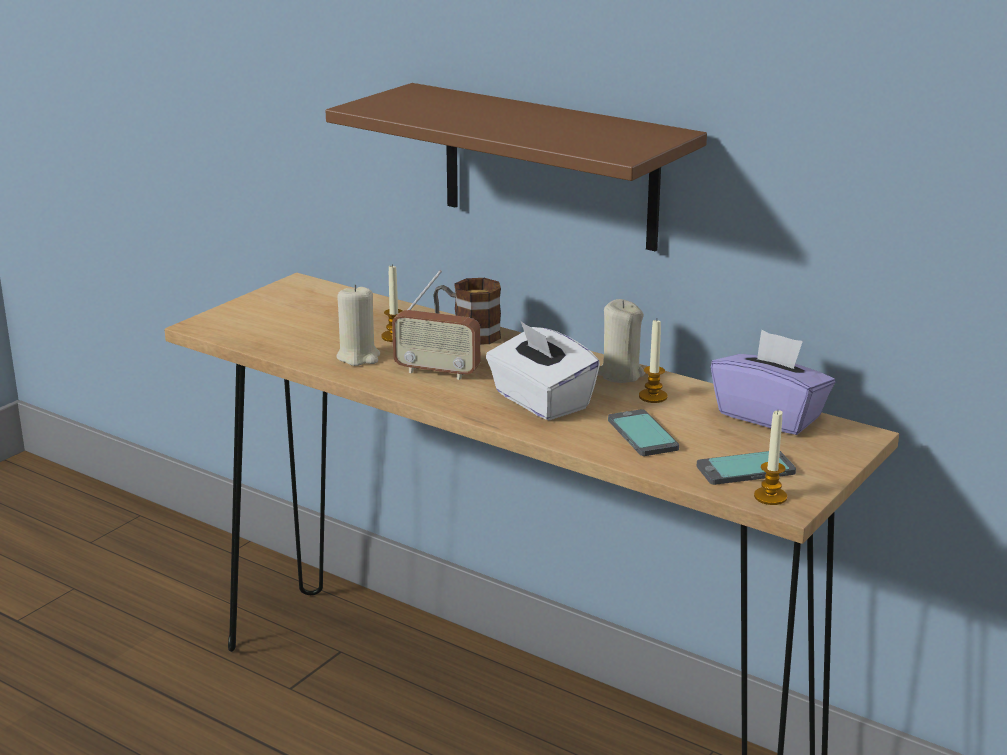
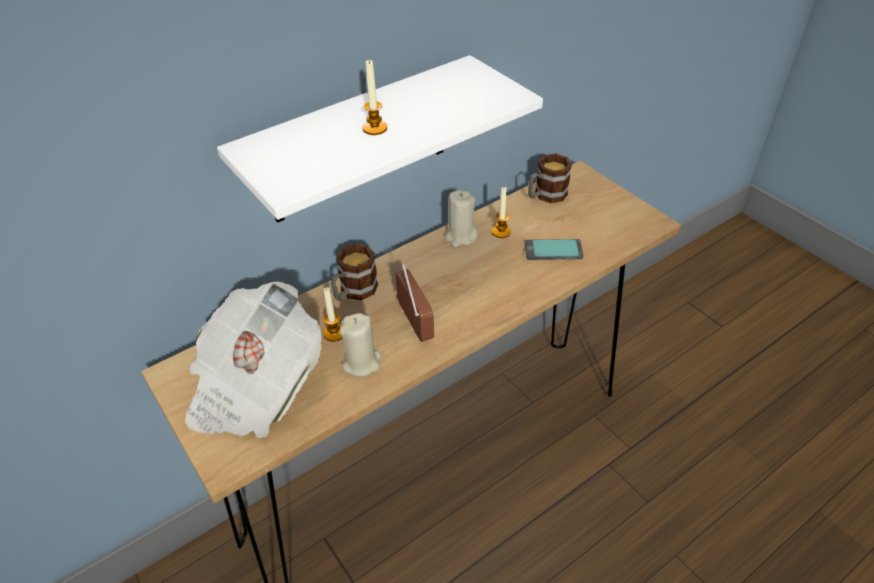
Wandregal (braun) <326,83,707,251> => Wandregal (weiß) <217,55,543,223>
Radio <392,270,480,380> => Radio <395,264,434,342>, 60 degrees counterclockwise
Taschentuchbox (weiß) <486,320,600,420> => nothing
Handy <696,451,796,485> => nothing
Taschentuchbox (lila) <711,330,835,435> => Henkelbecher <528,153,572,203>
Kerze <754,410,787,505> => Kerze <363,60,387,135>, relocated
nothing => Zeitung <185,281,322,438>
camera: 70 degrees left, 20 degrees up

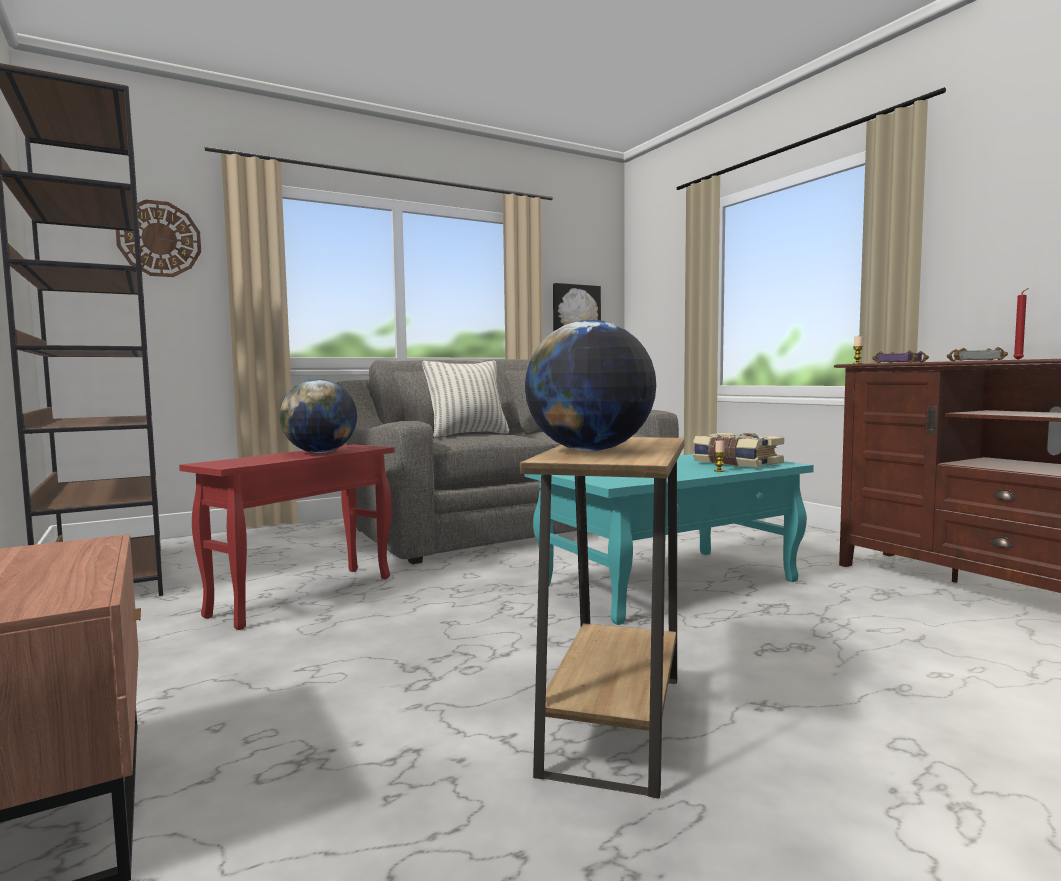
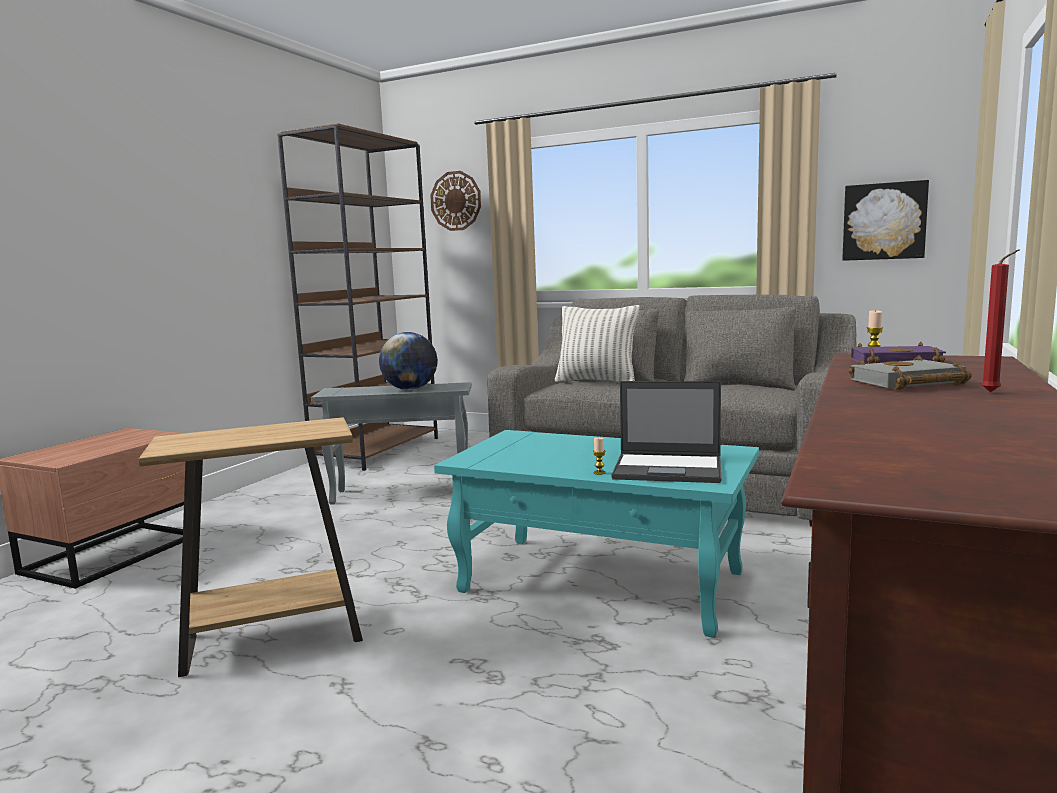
Beistelltisch (rot) <179,444,395,630> => Beistelltisch (grau) <311,382,472,505>
Globus <525,320,656,451> => nothing
Buch <693,433,784,467> => Laptop <611,381,721,483>
camera: 55 degrees right, 5 degrees up

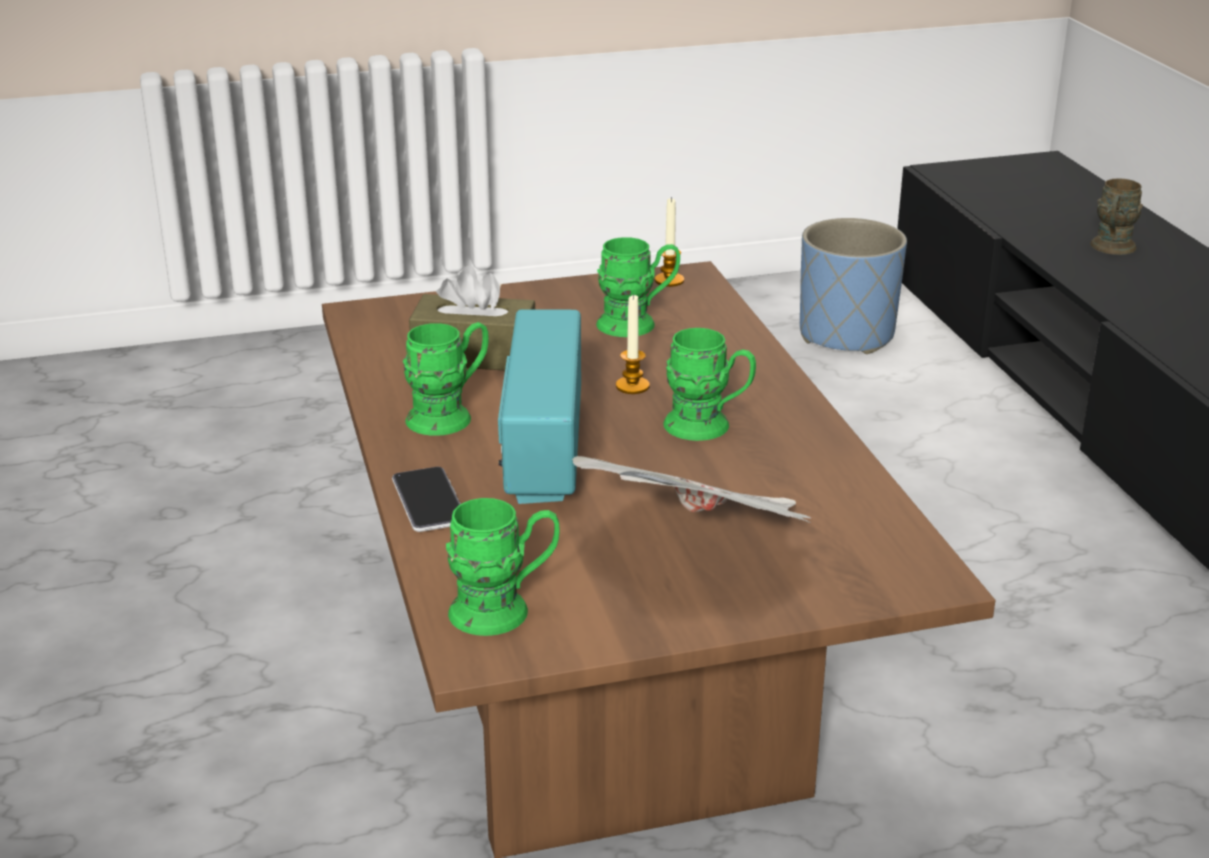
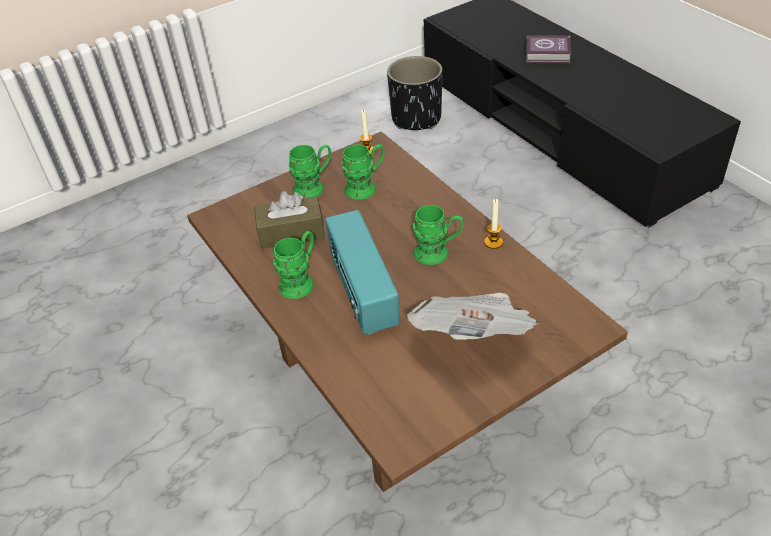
Handy <392,467,461,532> => nothing
Henkelbecher (grün) <446,498,560,636> => Henkelbecher (grün) <288,145,331,198>, relocated
Kerze <616,294,650,394> => Kerze <484,199,503,249>, relocated
Pflanzkübel (blau) <800,218,907,354> => Pflanzkübel (schwarz) <387,56,442,130>
Henkelbecher (braun) <1090,178,1143,255> => Buch <526,35,572,64>
camera: 15 degrees left, 15 degrees up

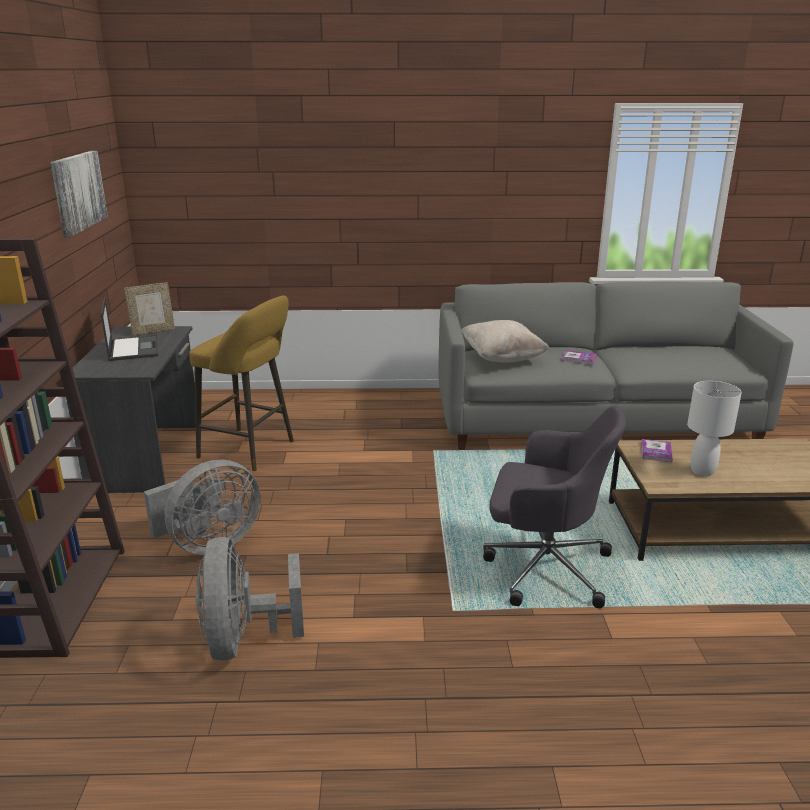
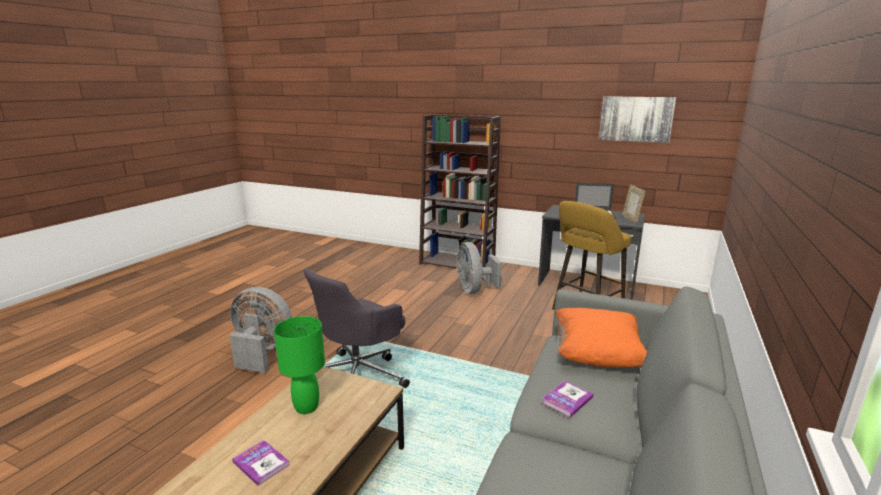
Ventilator (grau) <195,537,304,660> => Ventilator (grau) <229,287,292,373>, relocated
Kissen (beige) <461,320,549,363> => Kissen (orange) <556,308,647,367>
Buch <641,439,673,462> => Buch <232,440,290,486>, relocated
Tischlampe (weiß) <687,381,742,476> => Tischlampe (grün) <274,316,325,414>
camera: 115 degrees right, 5 degrees down

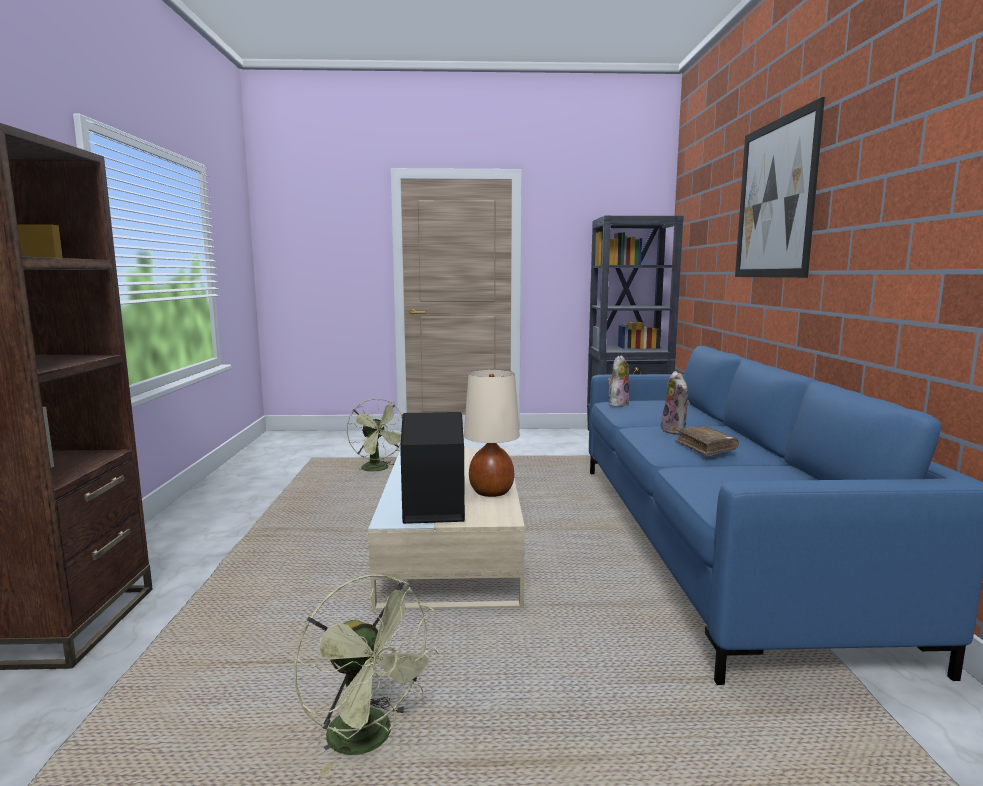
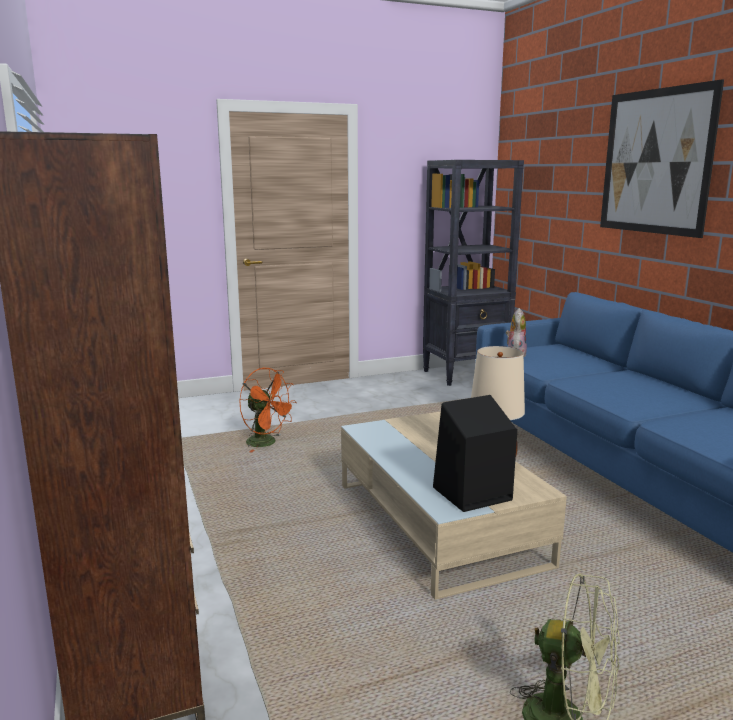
Ventilator (grün) <347,398,402,474> => Ventilator (orange) <239,368,297,452>
Plüschtier <661,371,690,435> => nothing
Buch (braun) <675,426,739,456> => nothing
camera: 20 degrees left, 5 degrees up

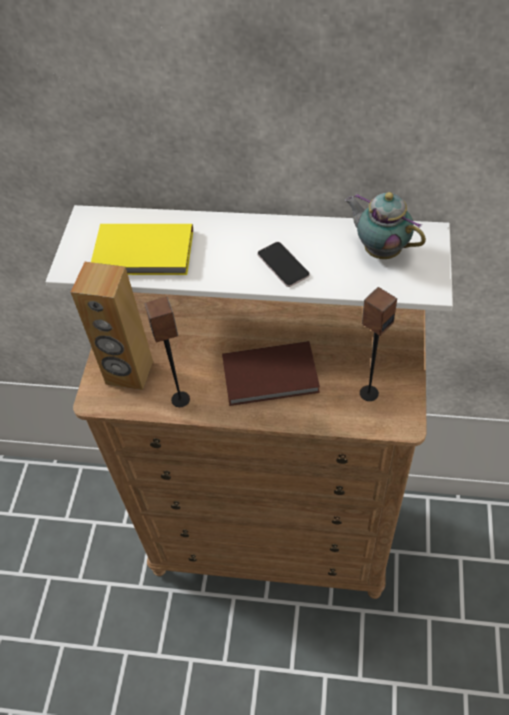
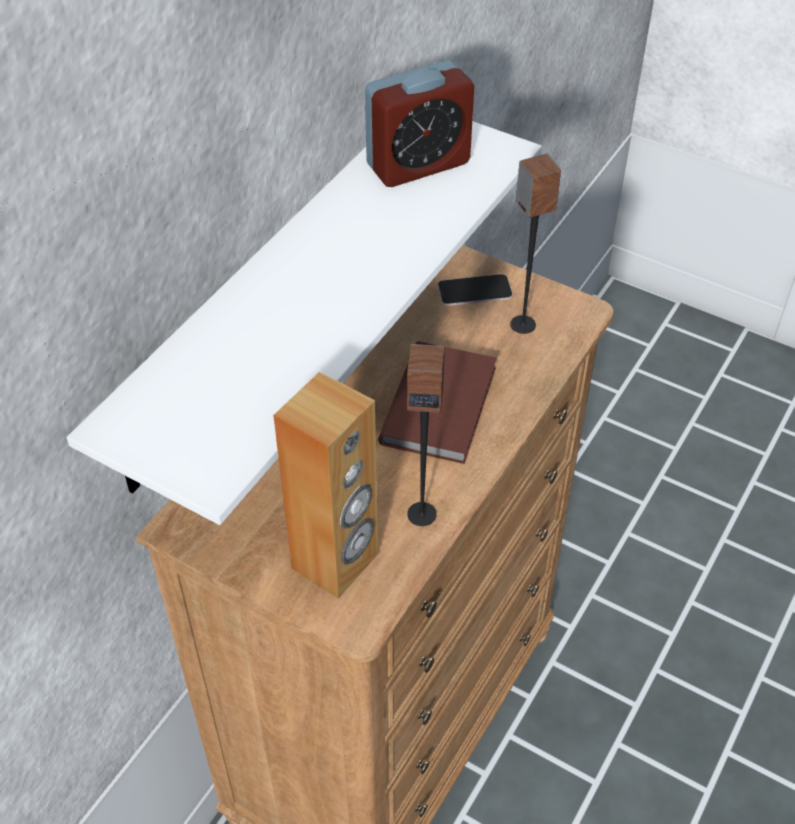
Buch (gelb) <91,224,193,275> => nothing
Handy <257,242,310,287> => Handy <437,274,513,306>, relocated
Teekanne <345,192,426,259> => Wecker <365,60,474,187>
camera: 70 degrees left, 5 degrees down

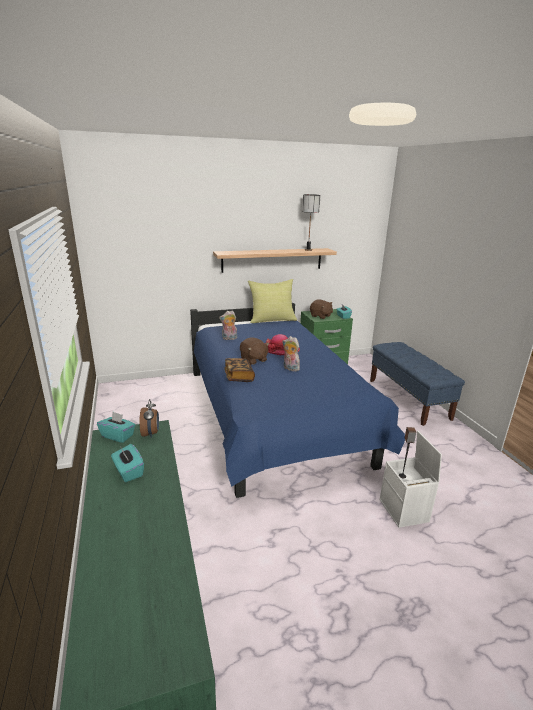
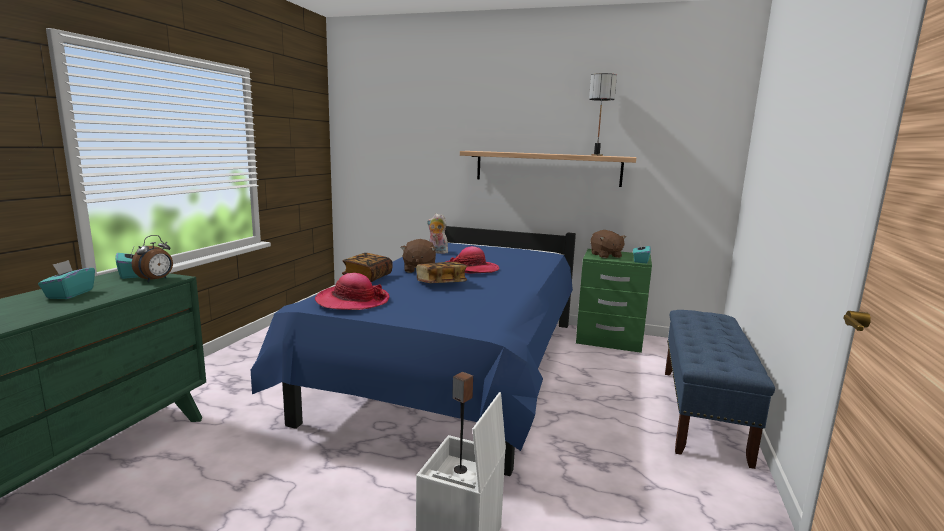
Kissen (gelb) <248,279,297,323> => nothing
Plüschtier <282,336,300,371> => Buch <416,262,467,283>
nothing => Hut <315,273,390,310>
camera: 35 degrees right, 10 degrees down

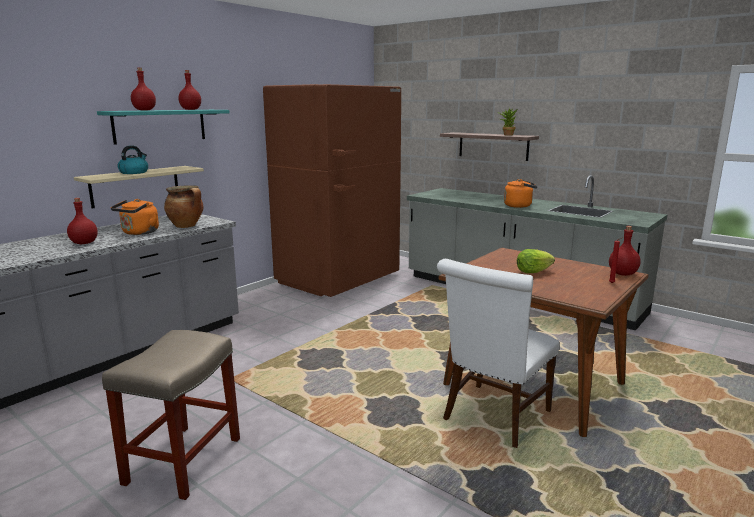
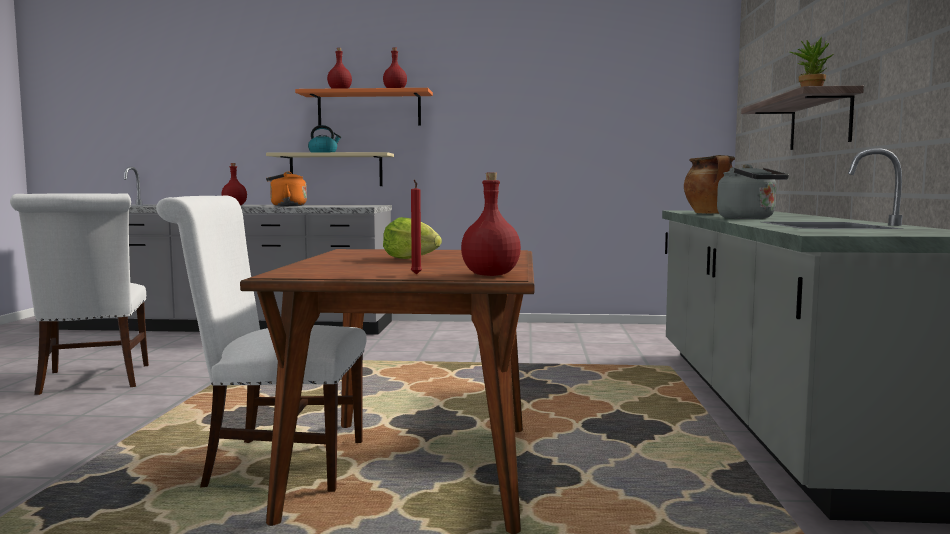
Wandregal (türkis) <97,110,230,145> => Wandregal (orange) <295,88,433,126>
Hocker (beige) <102,330,240,500> => Stuhl (weiß) <10,193,149,395>
Kochtopf <164,185,203,228> => Kochtopf <684,155,735,214>, relocated
Kühlschrank (braun) <263,84,401,297> => nothing
Wasserkessel (orange) <504,179,537,208> => Wasserkessel (grau) <717,164,789,219>
camera: 55 degrees right, 10 degrees down

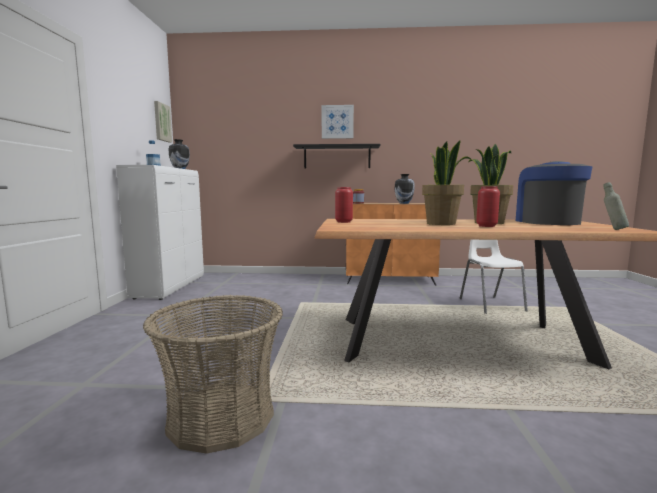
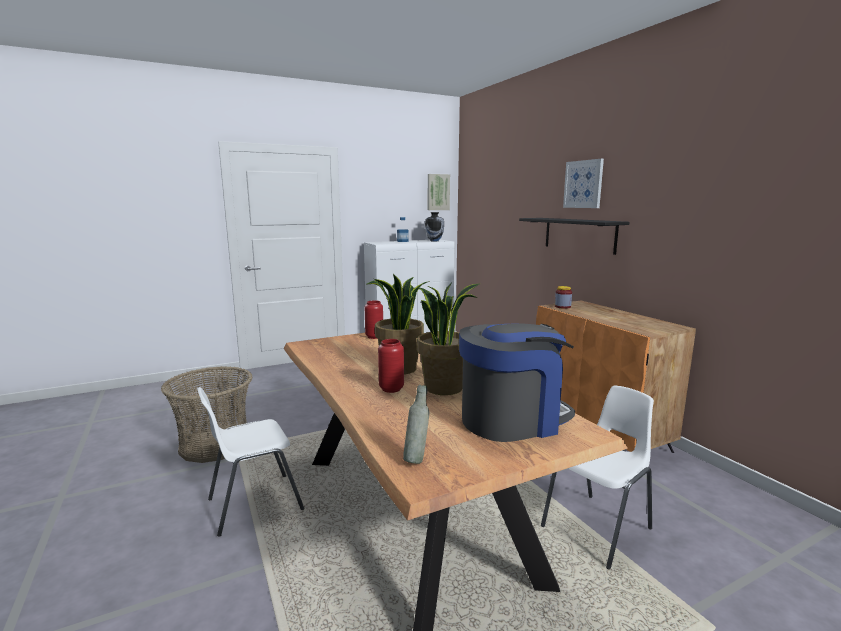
Vase <395,174,415,204> => nothing
nothing => Stuhl (weiß) <197,387,305,537>
camera: 60 degrees right, 5 degrees up

